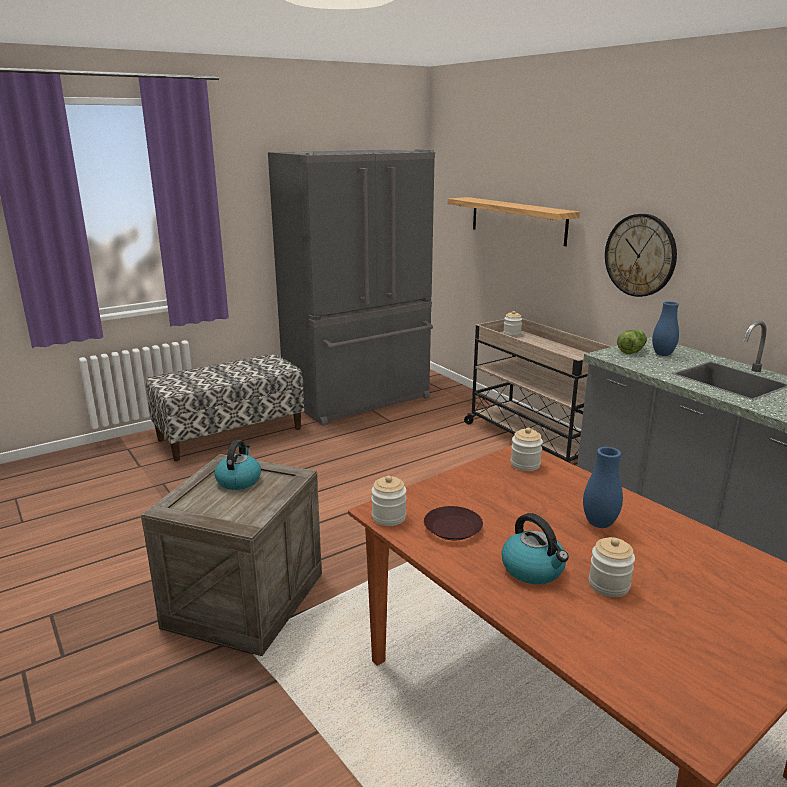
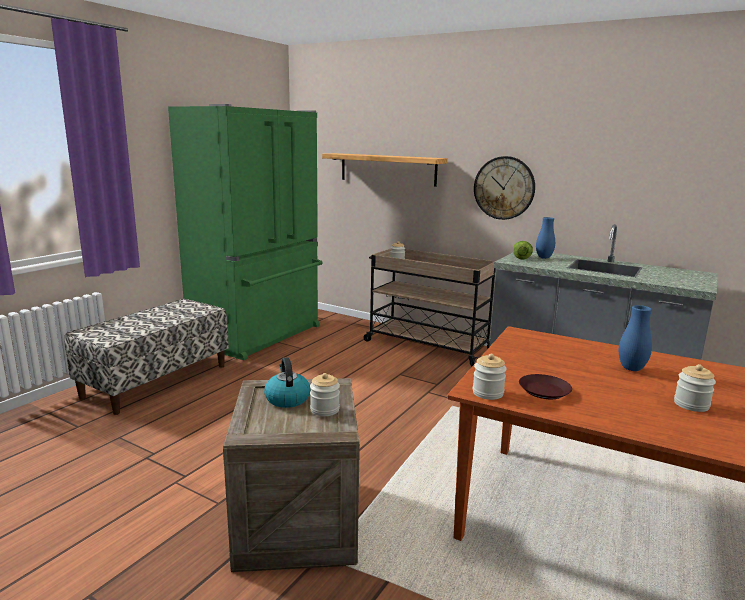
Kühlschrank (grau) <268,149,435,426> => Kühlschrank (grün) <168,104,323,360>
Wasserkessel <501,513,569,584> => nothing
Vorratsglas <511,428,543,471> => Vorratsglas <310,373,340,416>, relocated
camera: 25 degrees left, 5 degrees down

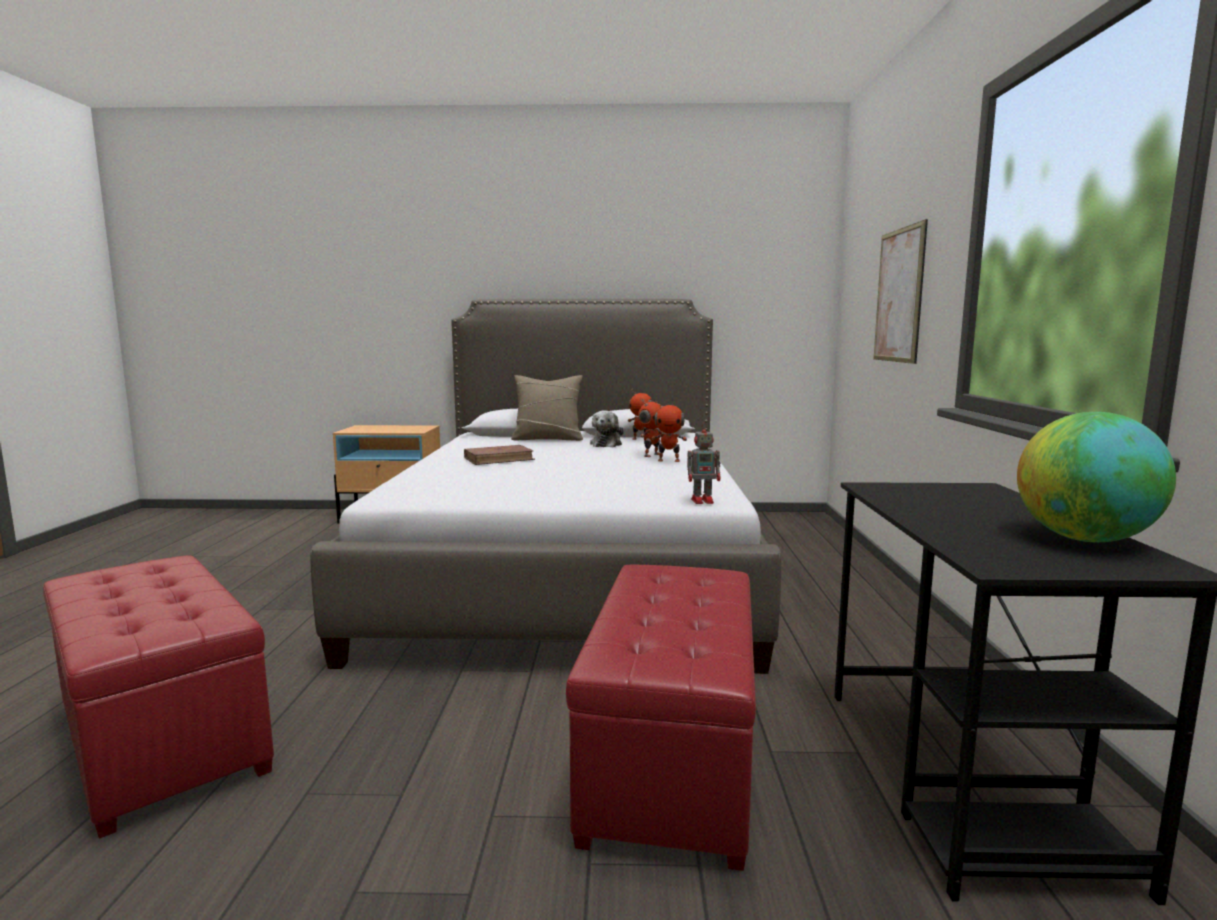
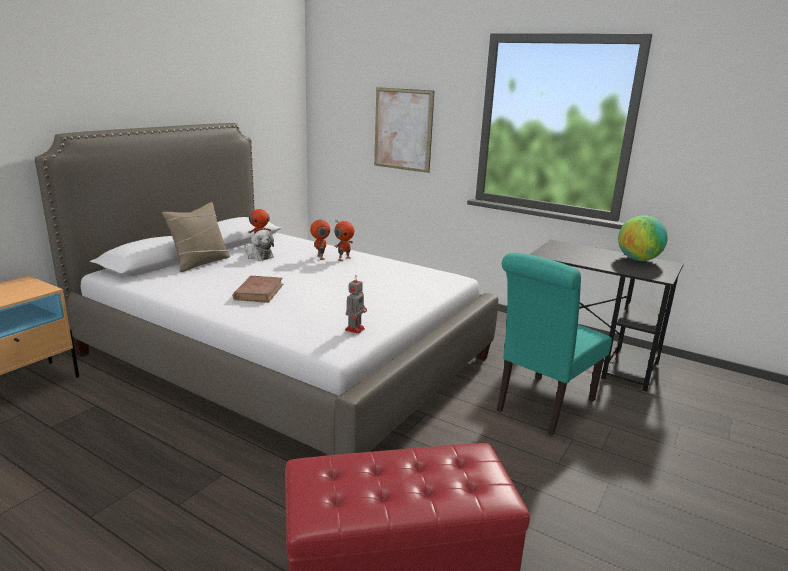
Polsterhocker (rot) <566,565,756,871> => Stuhl (türkis) <497,253,612,435>
Spielzeugroboter <687,422,720,504> => Spielzeugroboter <345,275,367,334>, relocated
camera: 60 degrees left, 10 degrees up

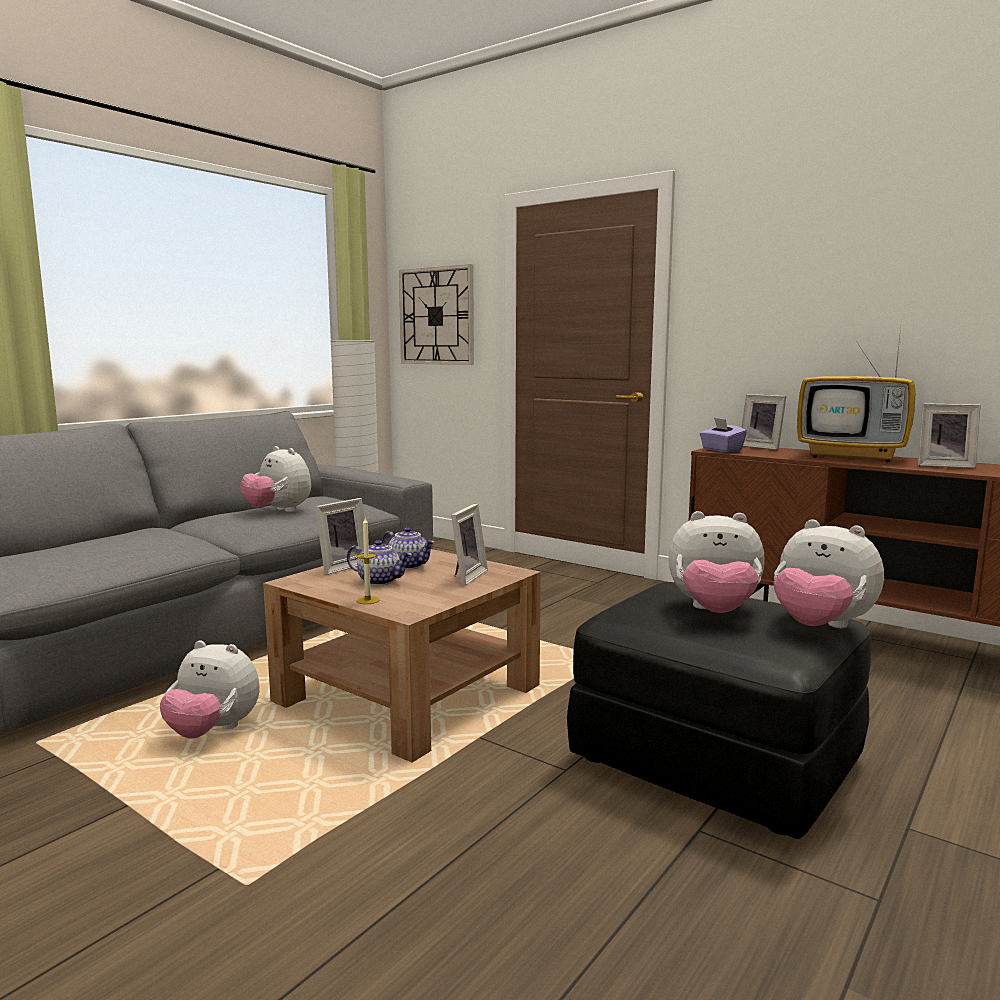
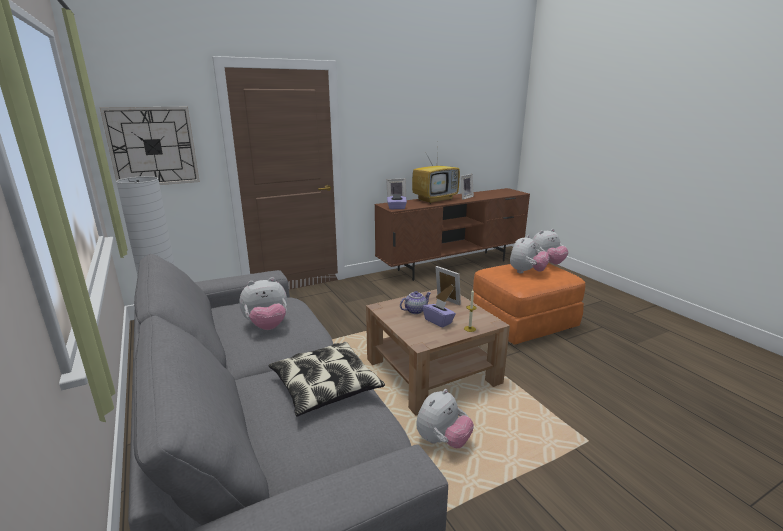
Bilderrahmen <315,498,364,575> => nothing
Teekanne <347,540,412,586> => Taschentuchbox (lila) <423,298,456,328>
Polsterhocker (schwarz) <567,582,871,839> => Polsterhocker (orange) <470,263,585,345>
nothing => Kissen <269,342,385,417>
camera: 65 degrees left, 10 degrees up

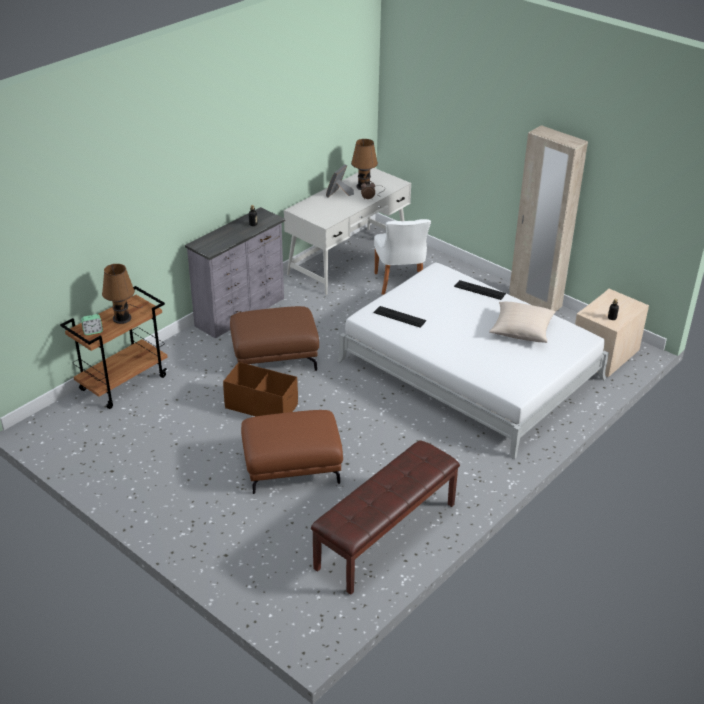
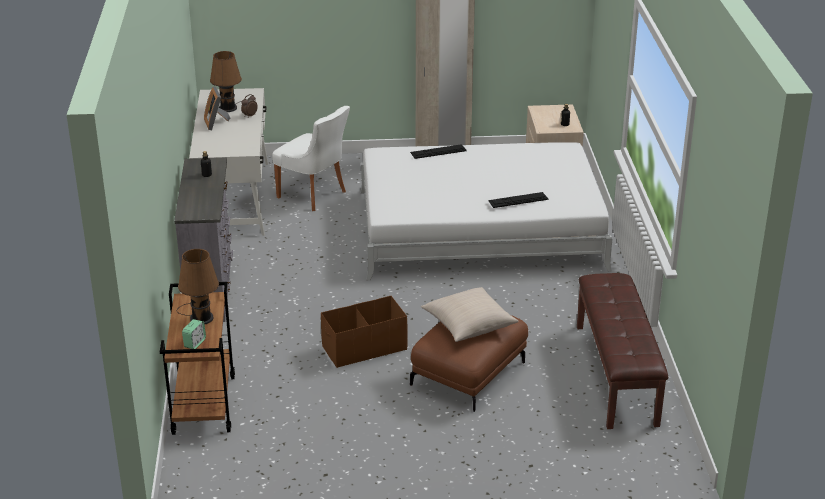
Polsterhocker (braun) <230,306,319,371> => nothing
Tastatur <374,306,427,328> => Tastatur <488,192,548,208>, relocated
Kissen (beige) <489,302,556,343> => Kissen (beige) <421,287,518,342>, relocated
camera: 45 degrees left, 5 degrees down

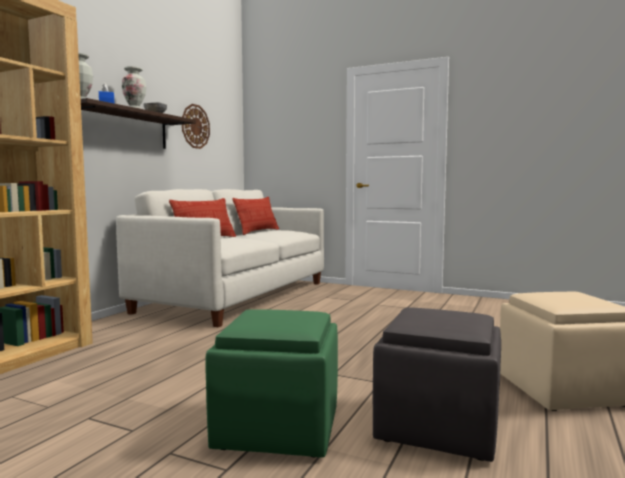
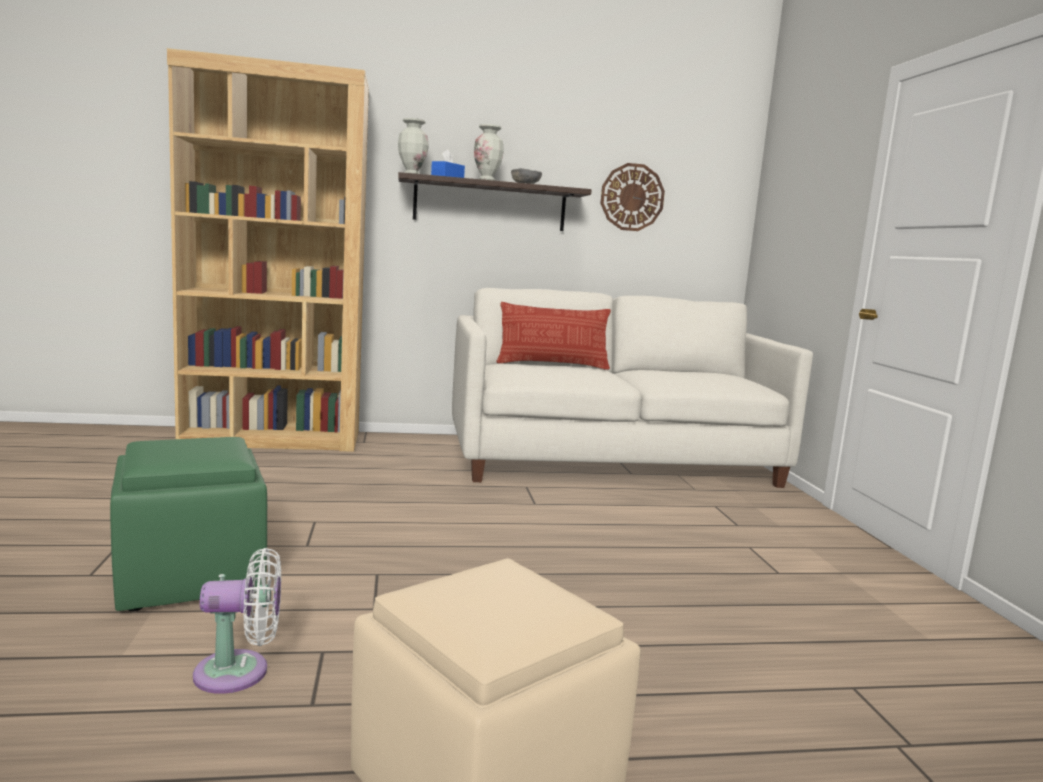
Kissen <232,197,279,235> => nothing
Polsterhocker (grau) <373,307,501,462> => Ventilator (weiß) <193,548,281,694>
camera: 55 degrees right, 5 degrees up

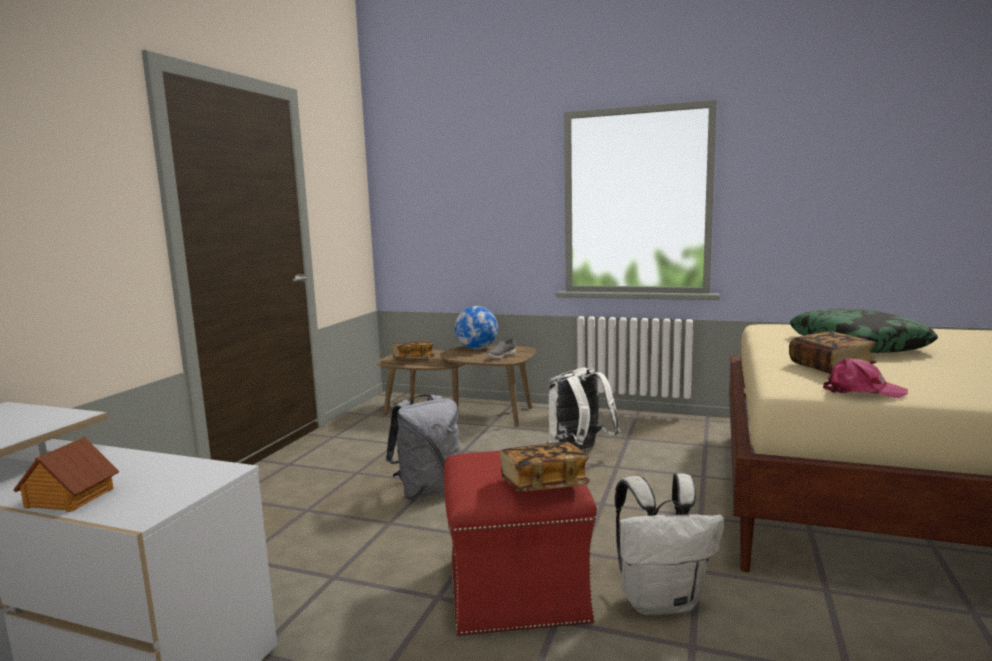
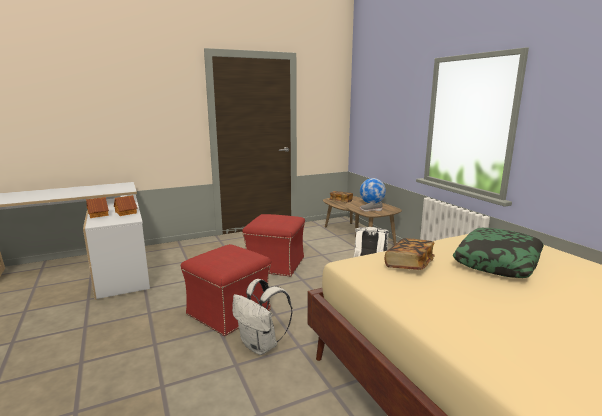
Rucksack (grau) <386,394,460,499> => Polsterhocker (rot) <242,214,305,277>
Buch <500,442,589,492> => nothing
Kappe (rosa) <823,358,908,398> => nothing
nothing => Spielzeughaus <114,195,137,216>
camera: 45 degrees right, 5 degrees up

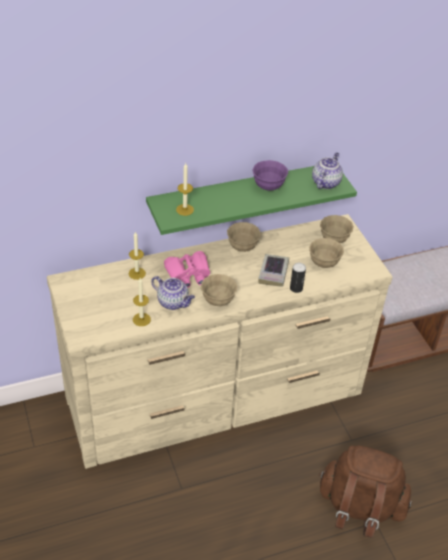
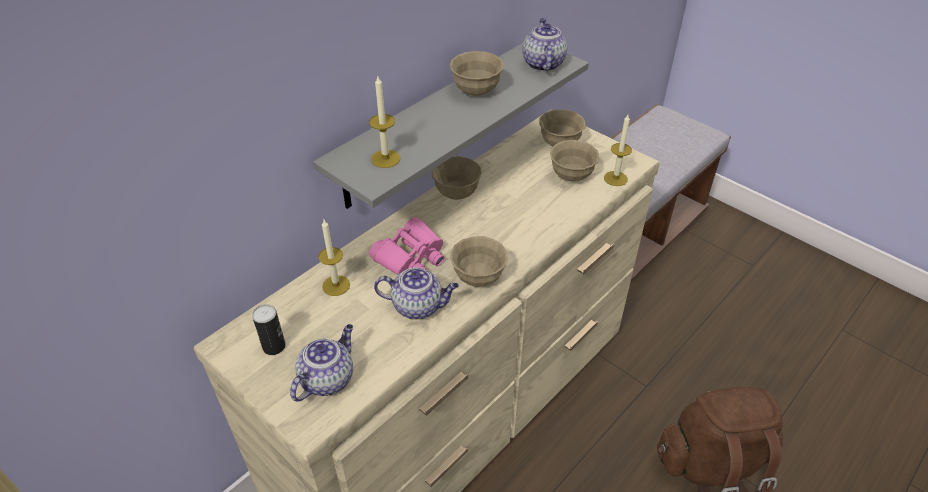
Kerze <133,278,151,326> => Kerze <604,115,632,186>, relocated
Wandregal (grün) <146,166,357,235> => Wandregal (grau) <313,43,589,209>
Schüssel (lila) <252,160,288,191> => Schüssel (beige) <450,51,504,96>
Buch <258,254,289,287> => nothing
Dose <290,263,306,293> => Dose <252,304,286,355>, relocated
nothing => Teekanne <290,324,353,402>
camera: 25 degrees left, 0 degrees up

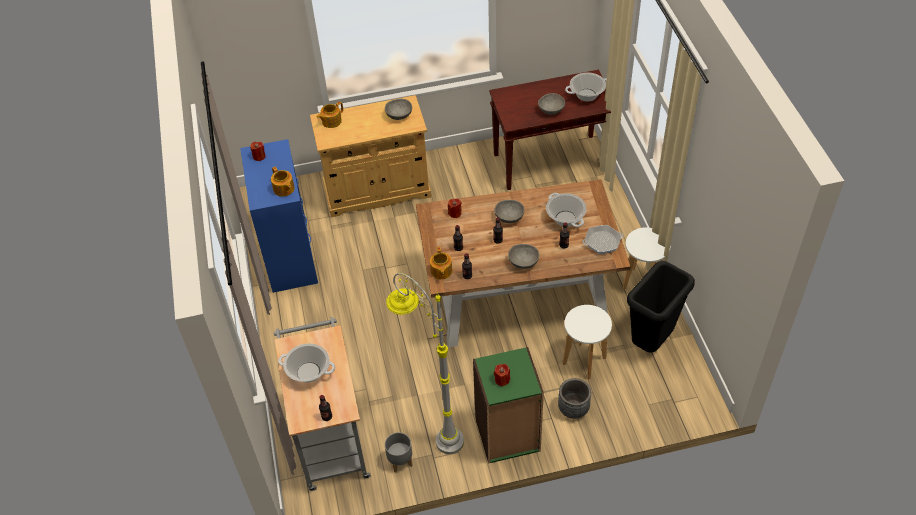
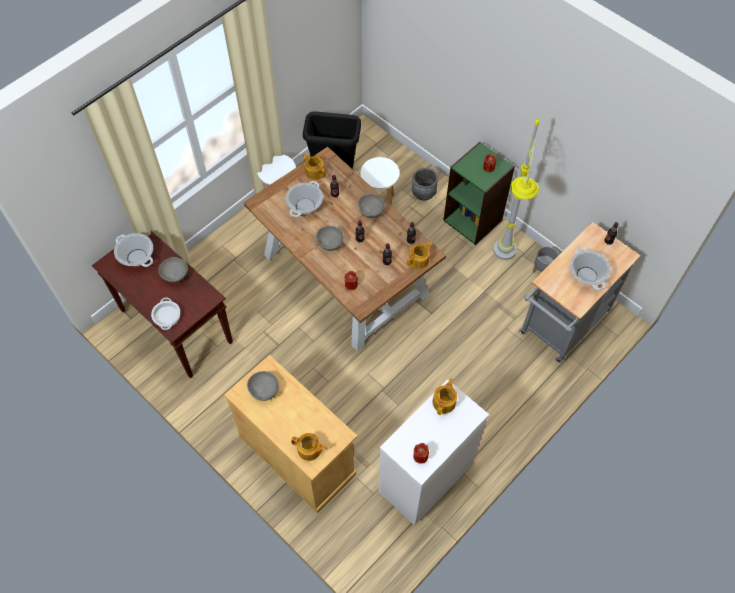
Kommode (blau) <240,139,318,293> => Kommode (weiß) <379,379,489,526>
Pfanne <583,225,623,254> => Teekanne <303,154,325,180>
nothing => Kochtopf <151,298,180,330>
camera: 125 degrees left, 10 degrees up

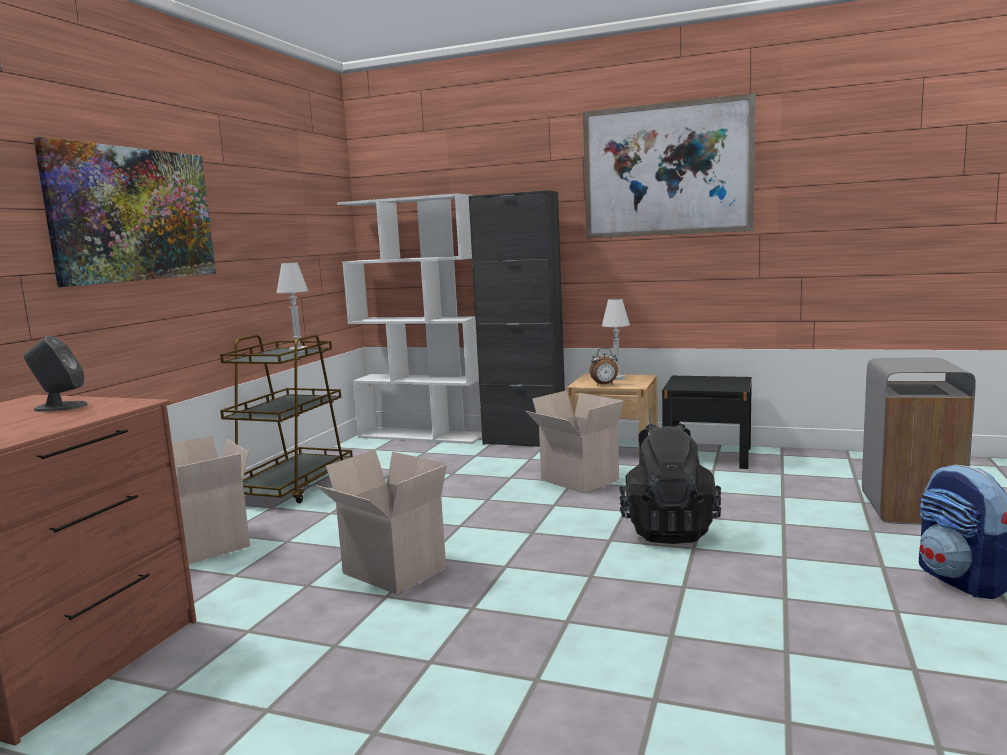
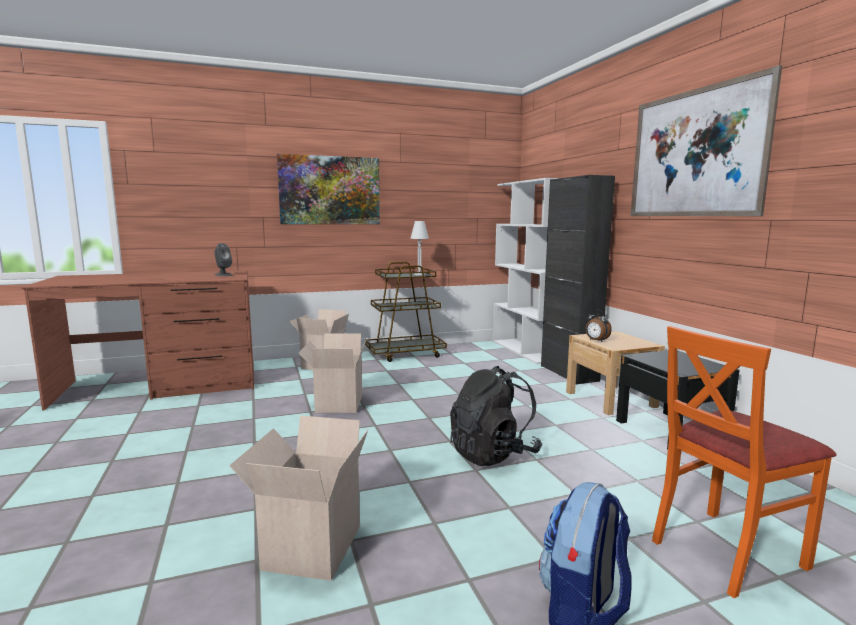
Karton <526,390,624,493> => Karton <229,415,368,581>, relocated
Tischlampe (weiß) <602,299,630,380> => nothing
Mülleimer (grau) <862,357,976,525> => Stuhl (orange) <652,326,836,598>
camera: 50 degrees right, 0 degrees up

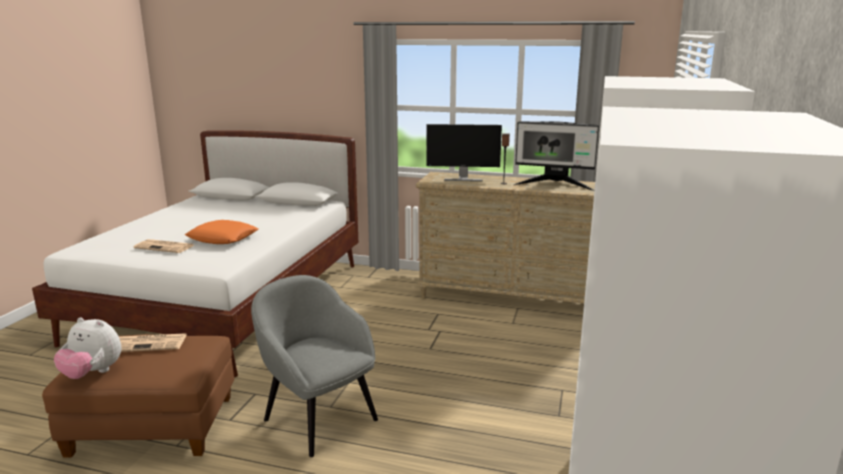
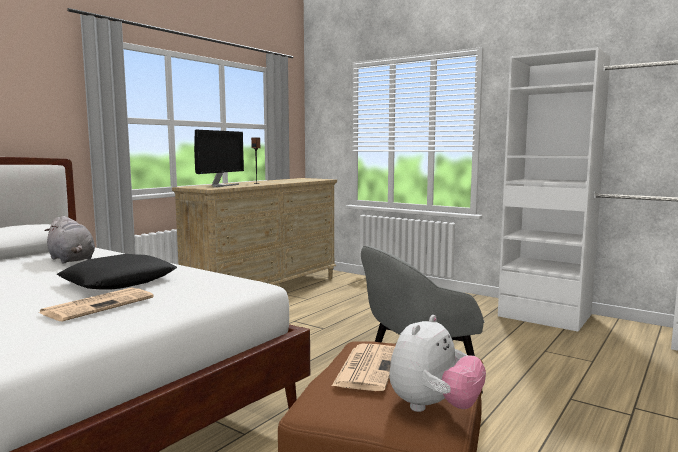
Kissen (orange) <185,220,258,244> => Kissen (schwarz) <57,254,177,290>
Monitor <513,122,599,191> => nothing
nothing => Plüschtier (grau) <44,216,95,264>
camera: 70 degrees left, 10 degrees down

